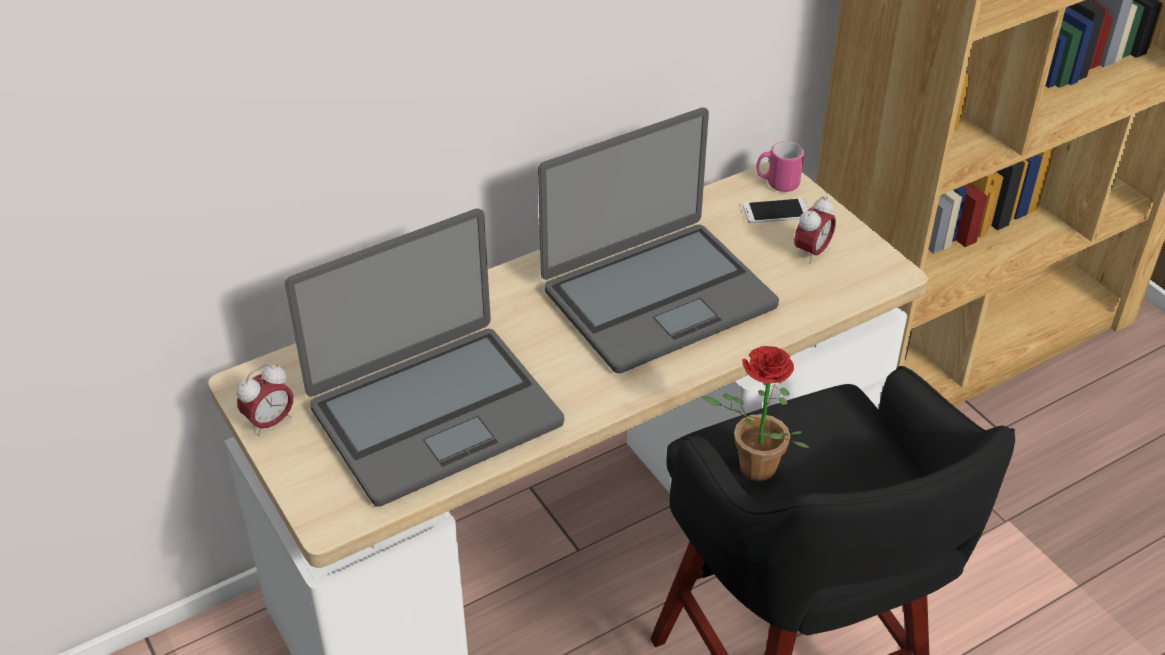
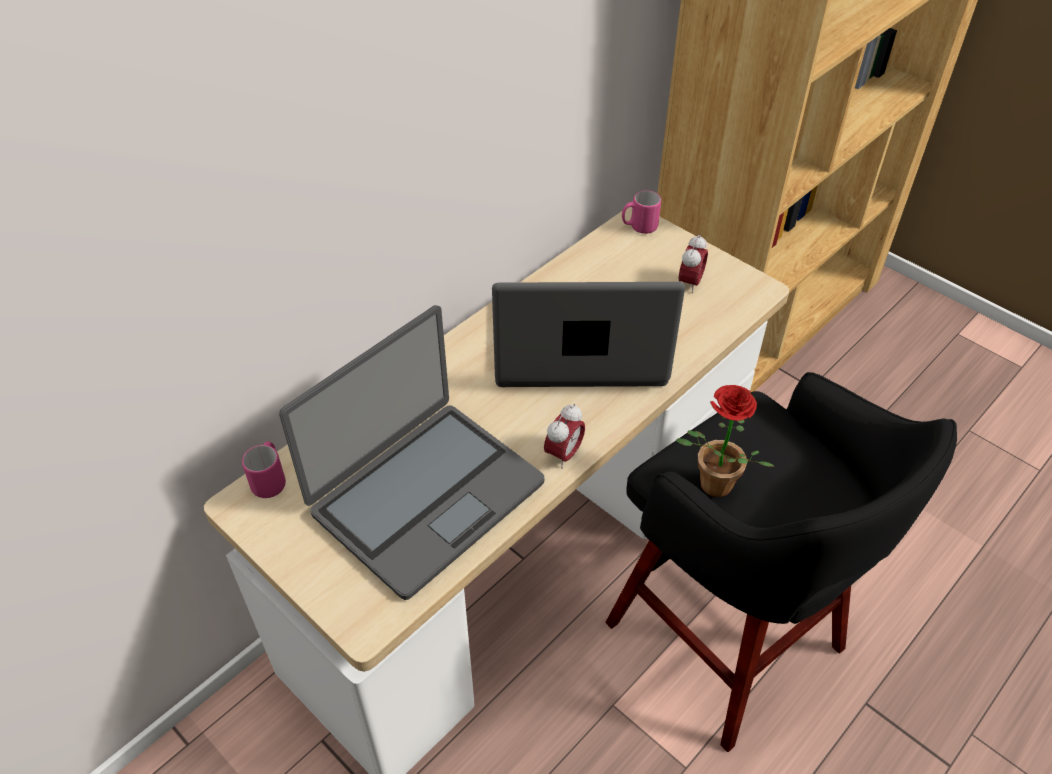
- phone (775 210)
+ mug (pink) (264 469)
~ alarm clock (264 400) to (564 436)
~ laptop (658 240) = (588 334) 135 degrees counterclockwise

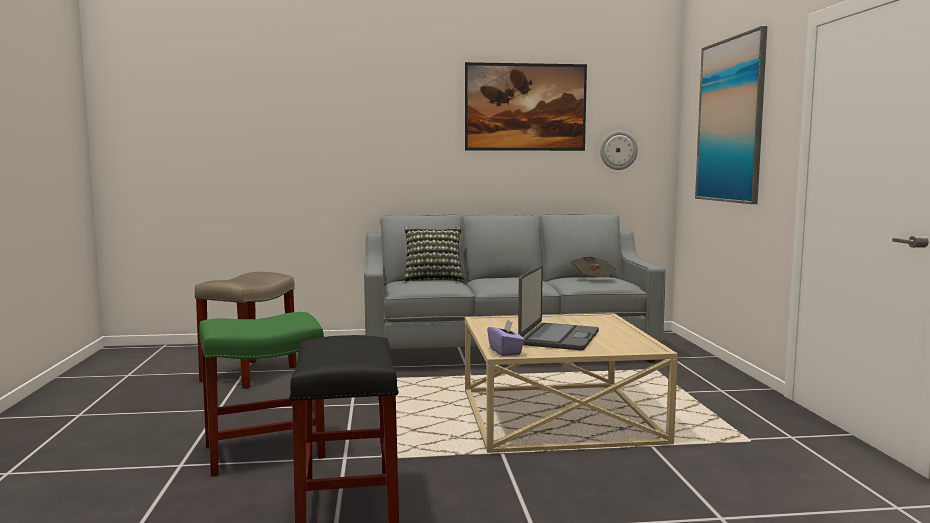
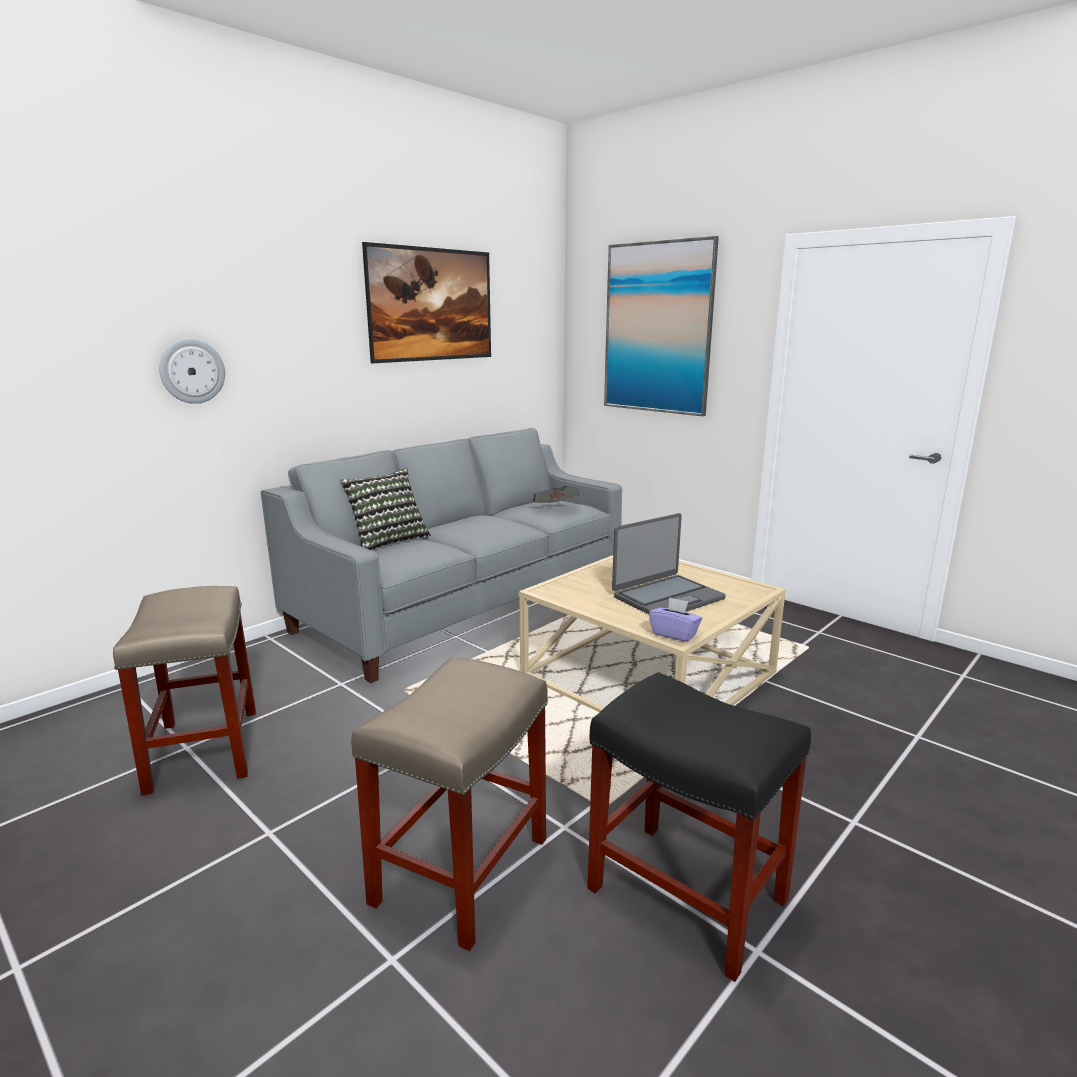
~ wall clock (619 150) to (192 371)
~ stool (green) (262 394) to stool (beige) (449 804)
~ laptop (558 308) = (669 563) 75 degrees clockwise

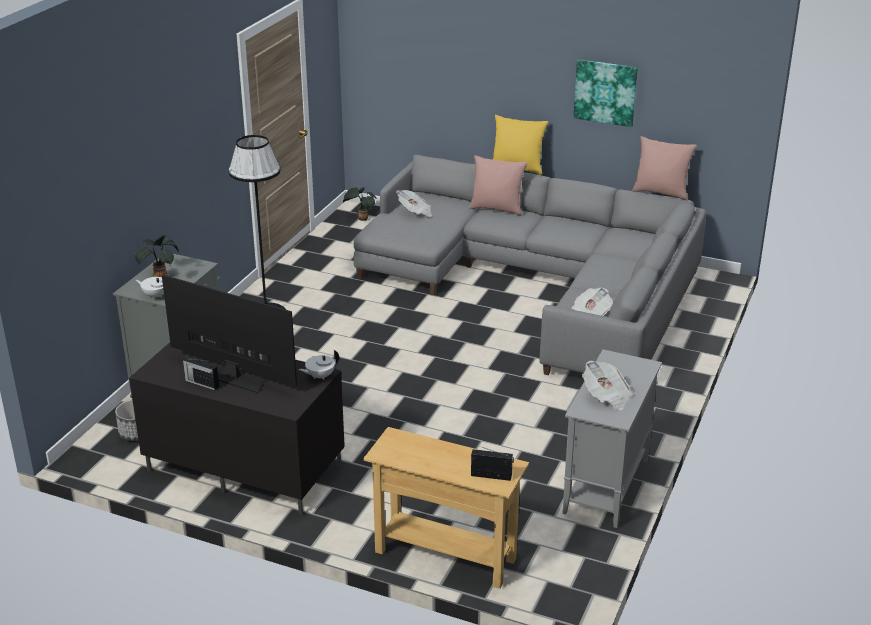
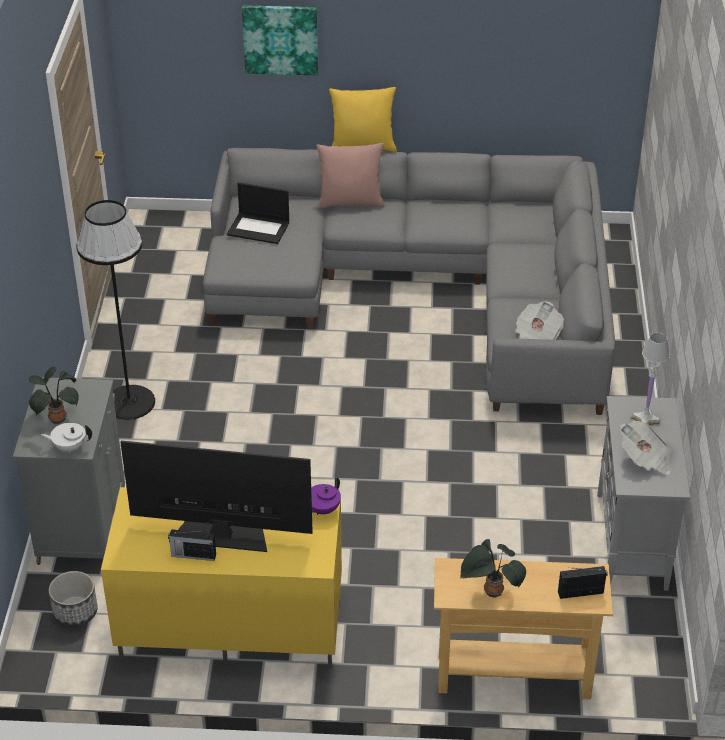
- pillow (pink) (664 168)
+ table lamp (white) (650 378)
~ potted plant (360 204) to (493 568)
~ picture (605 93) to (280 40)
~ newspaper (414 203) to laptop (258 213)
~ tv stand (black) (237 428) to tv stand (yellow) (221 578)
~ teapot (white) (319 365) to teapot (purple) (326 496)

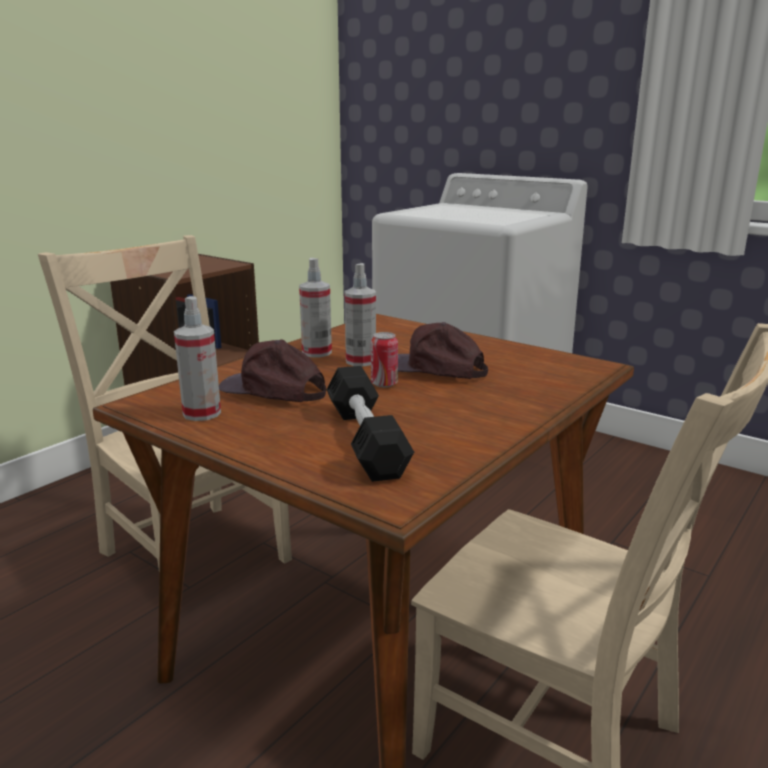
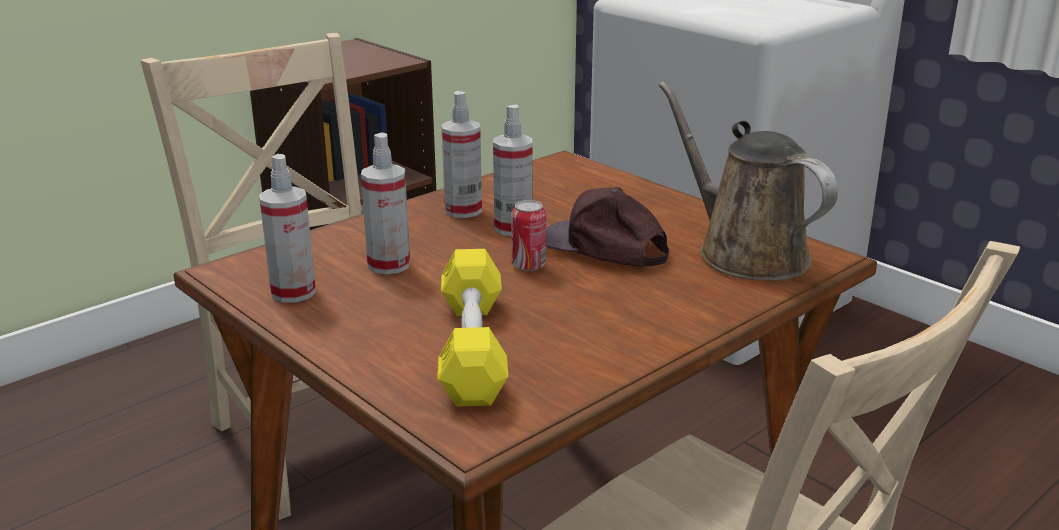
+ watering can (brown) (748 181)
~ cap (brown) (272 370) to spray bottle (385 203)
~ dumbbell (black) (370 424) to dumbbell (yellow) (472 328)

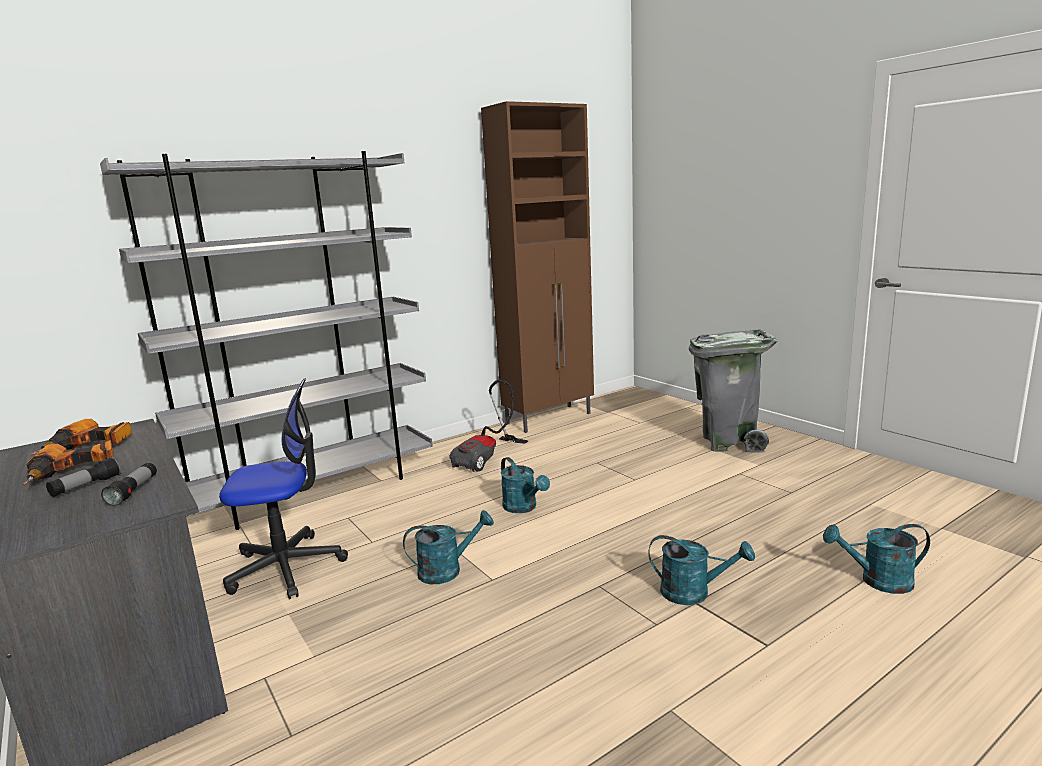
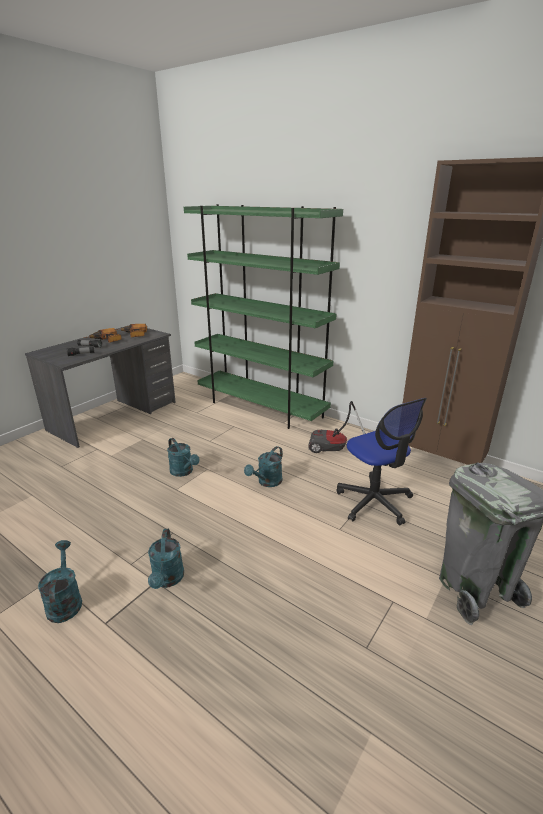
~ office chair (283 488) to (381 461)
~ watering can (turquoise) (876 559) to (60 581)
~ bookcase (grey) (266 340) to bookcase (green) (263 316)

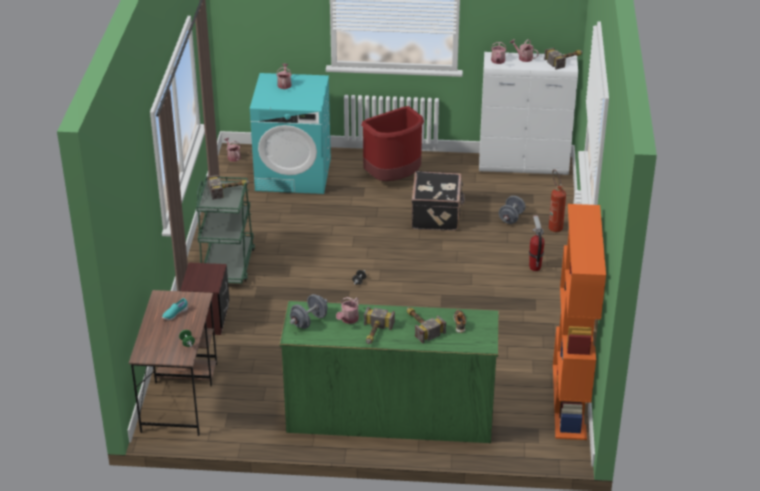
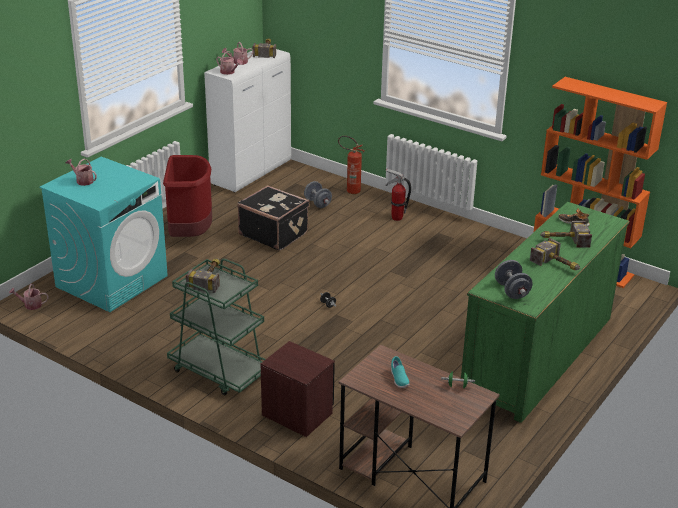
- watering can (347 310)

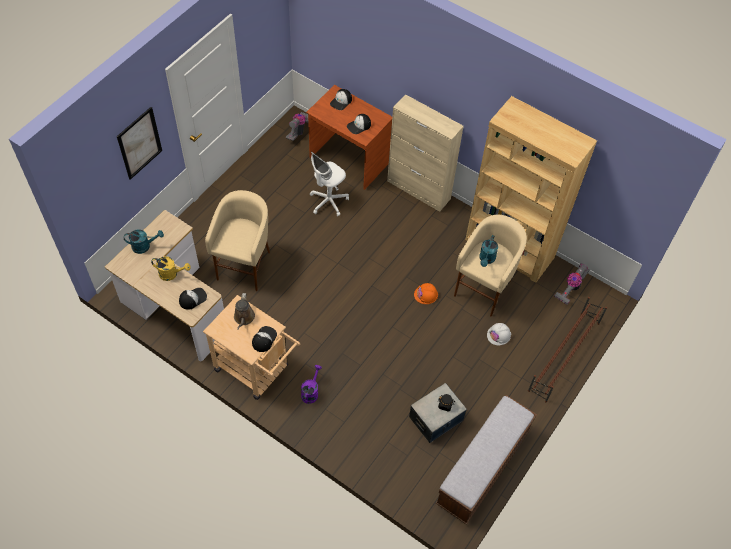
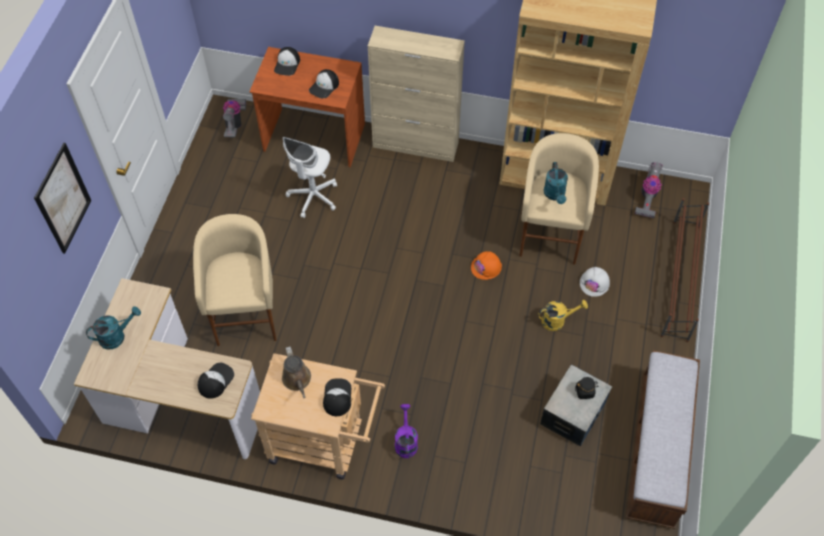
~ watering can (yellow) (171 268) to (563 315)

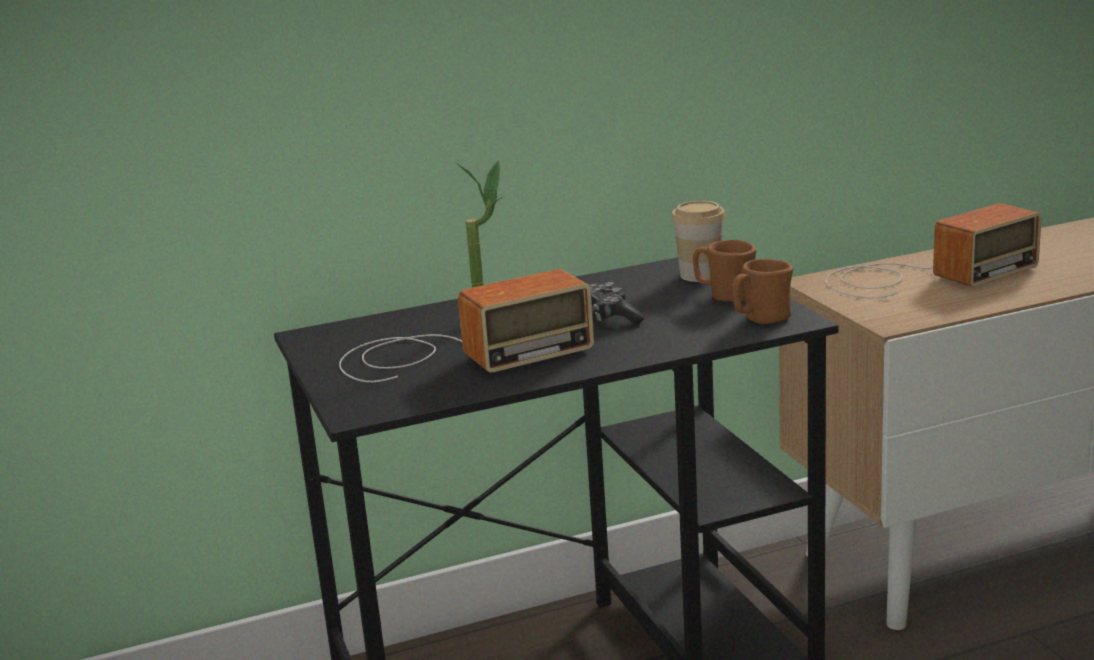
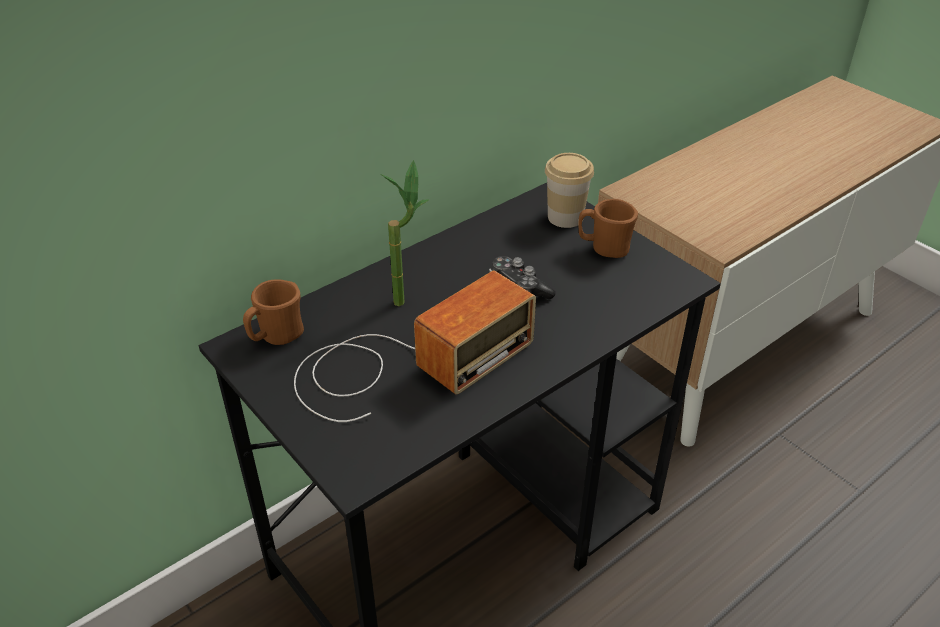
- radio (934 251)
~ mug (brown) (762 291) to (273 312)

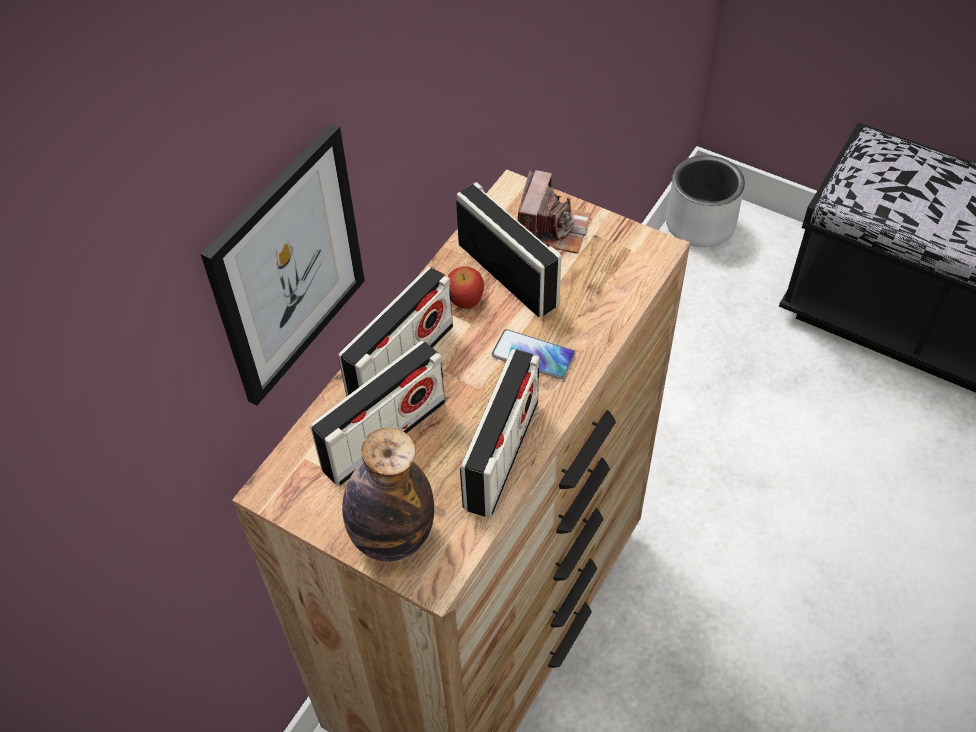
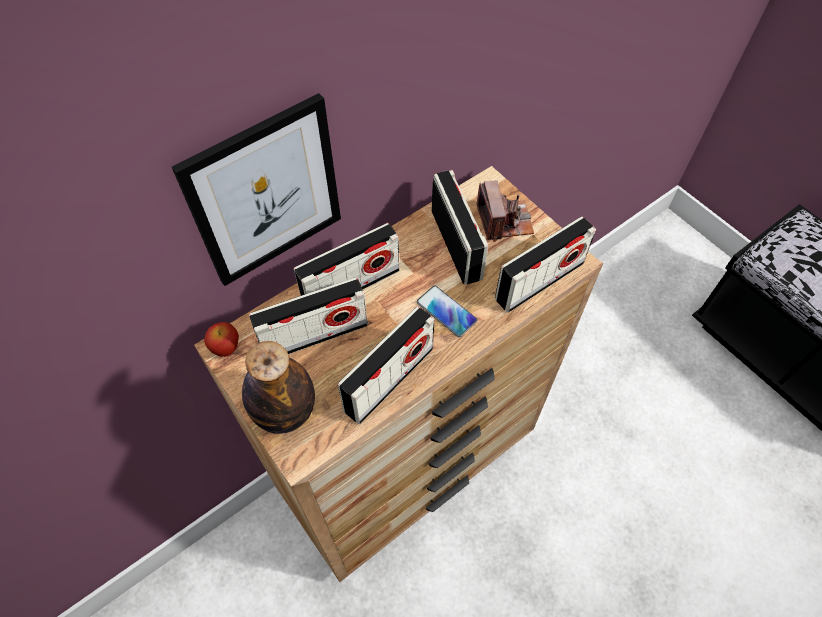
- planter (grey) (705 201)
+ radio (545 264)
~ apple (465 287) to (221 339)
~ photo camera (554 212) = (505 211) 45 degrees counterclockwise

